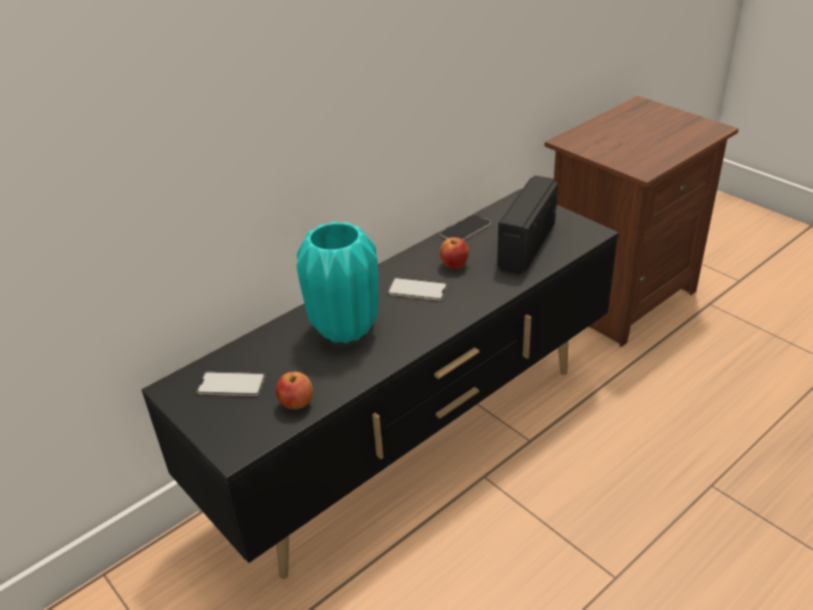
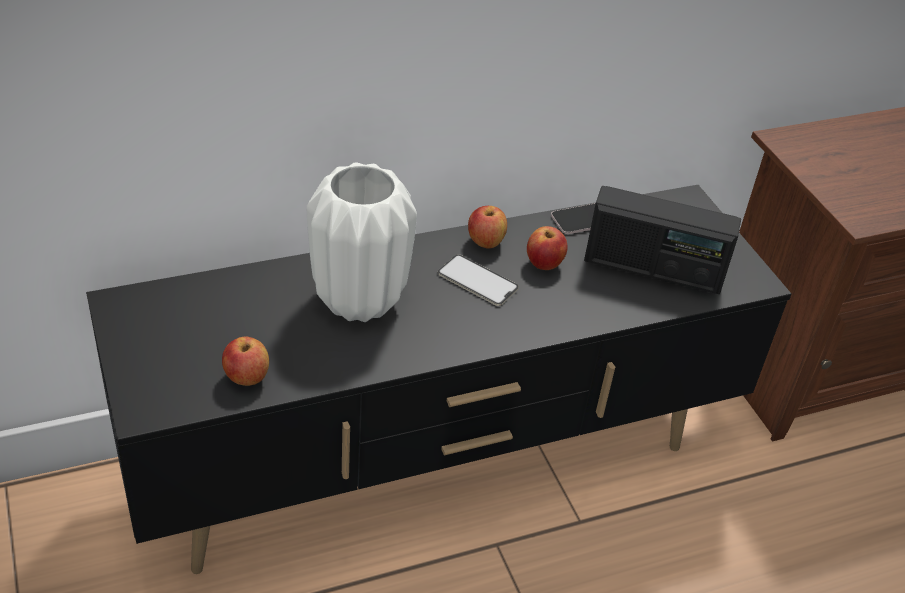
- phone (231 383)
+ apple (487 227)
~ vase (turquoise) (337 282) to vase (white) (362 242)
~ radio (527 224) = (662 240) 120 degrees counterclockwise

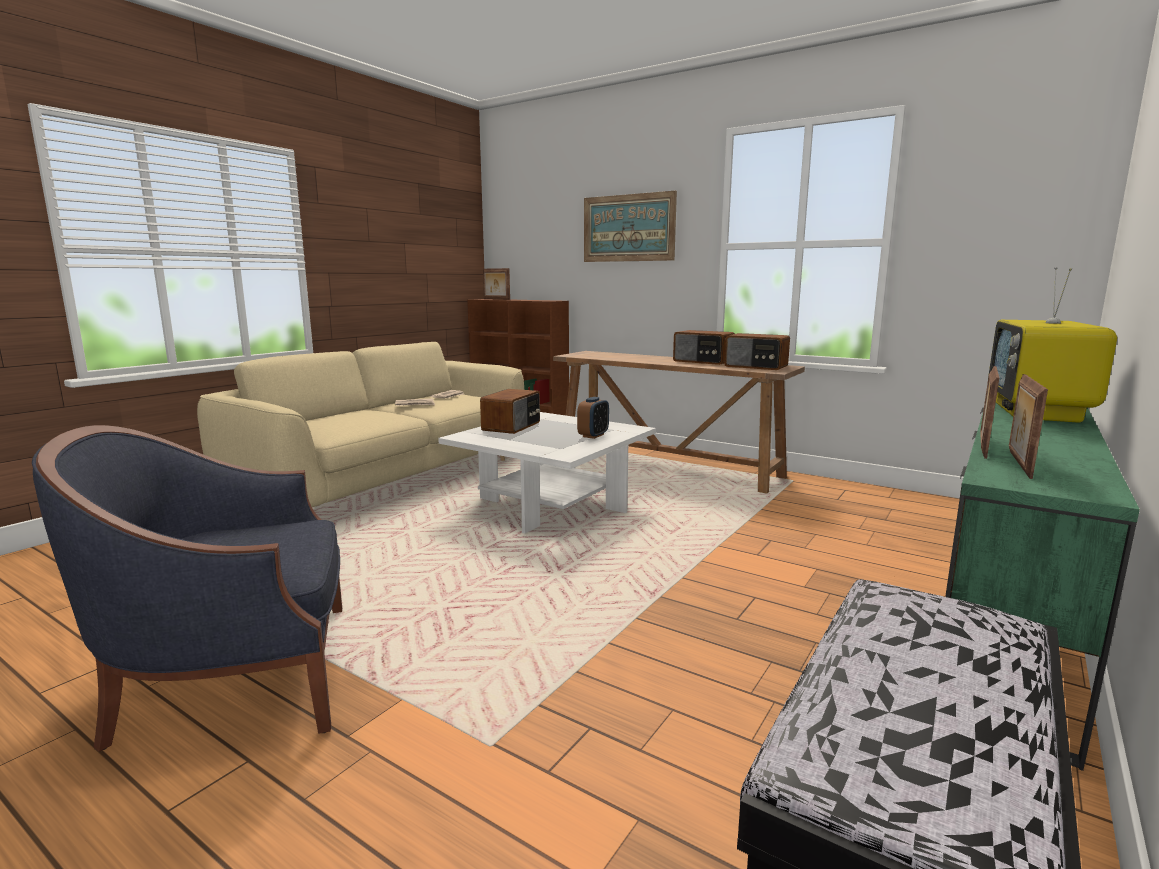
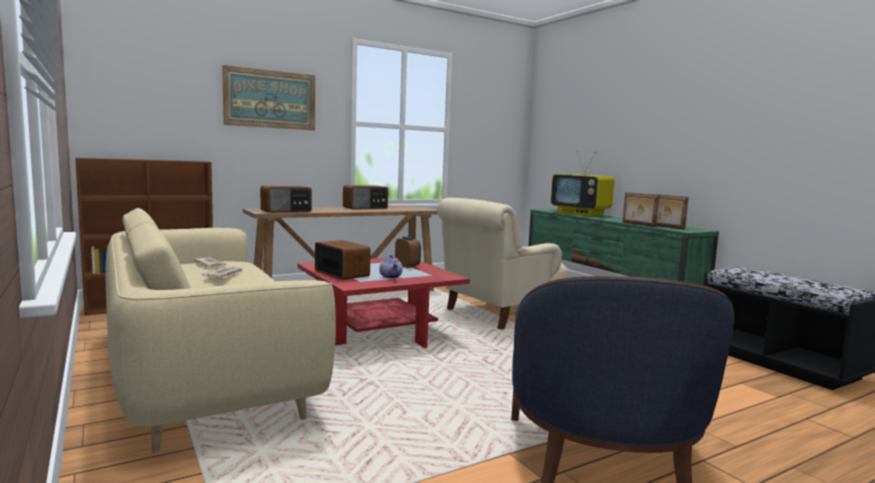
- picture frame (496 284)
+ teapot (391 267)
+ armchair (beige) (503 263)
~ radio (757 351) to (286 199)
~ coffee table (white) (547 472) to coffee table (red) (384 302)

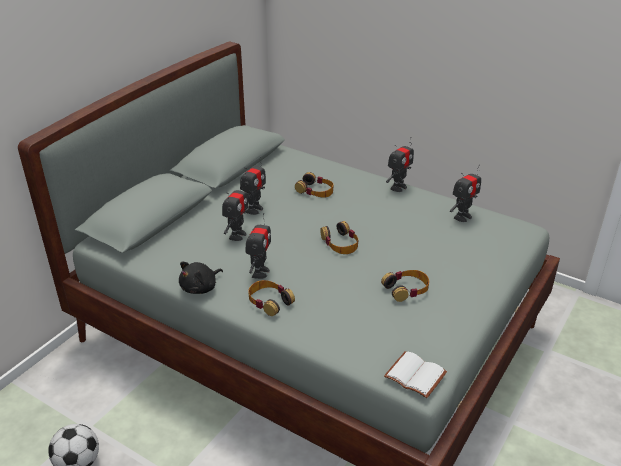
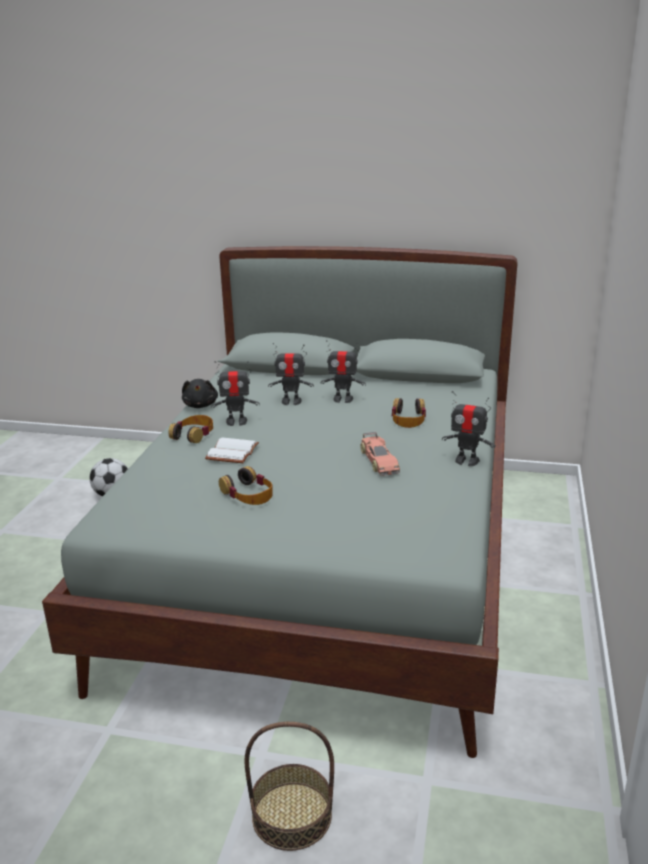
- headphones (339 237)
- toy robot (465 193)
+ basket (289 786)
+ toy car (380 454)
~ book (white) (415 374) to (232 450)
~ plush toy (black) (201 278) = (200 393) 120 degrees counterclockwise

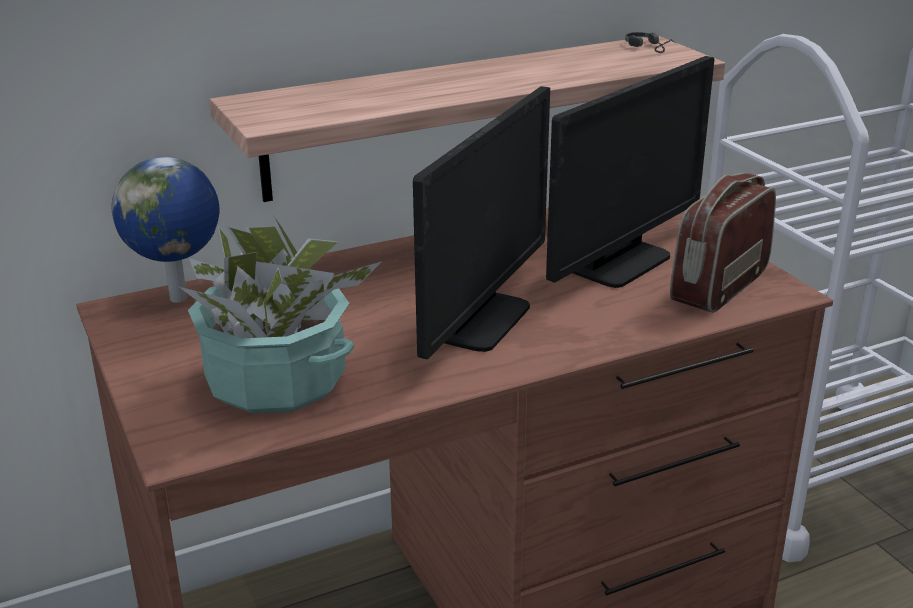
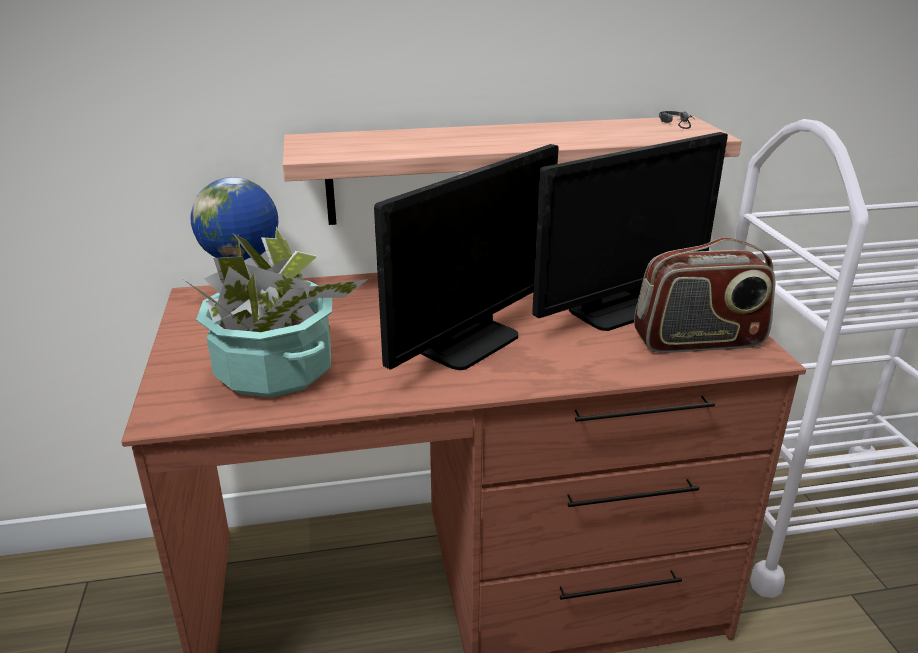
~ radio (723 243) = (704 295) 150 degrees counterclockwise

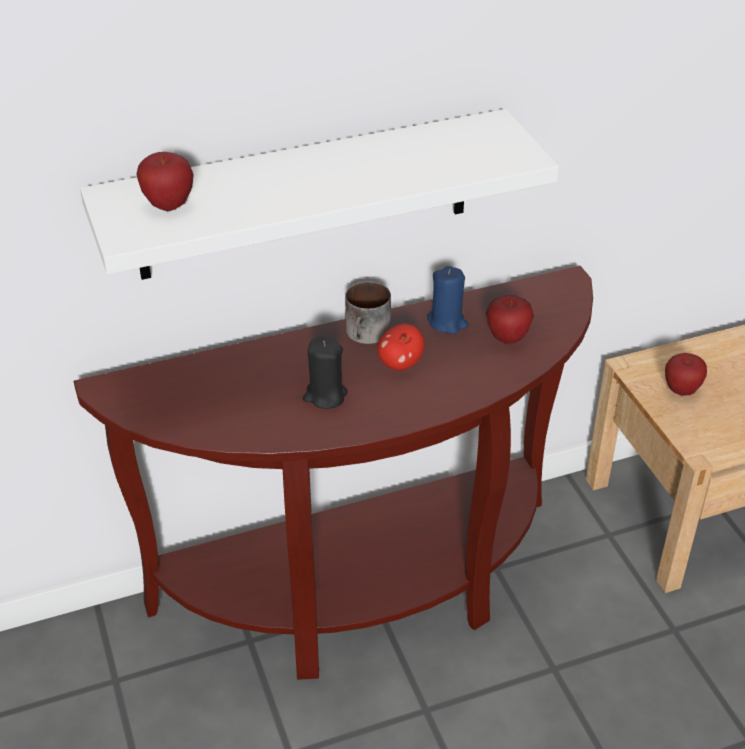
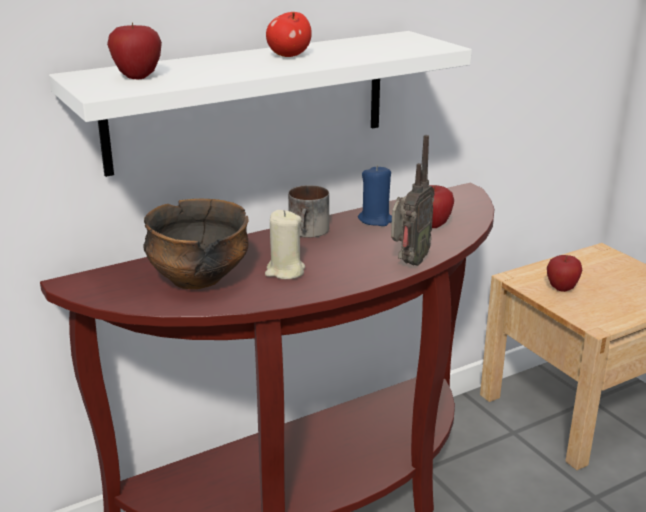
+ bowl (196 244)
+ radio (412 200)
~ apple (401 347) to (289 34)
~ candle (black) (325 372) to candle (beige) (285 244)

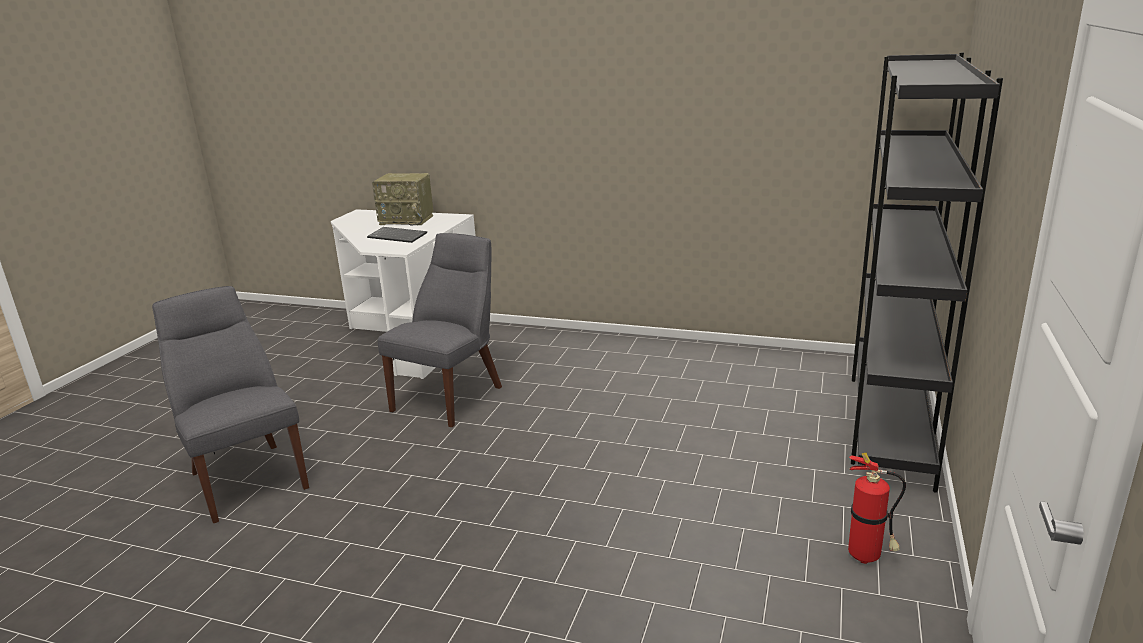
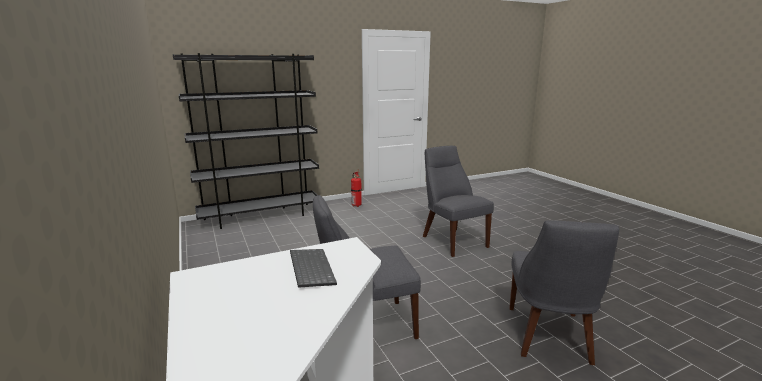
- radio (403 199)
+ chair (grey) (458 201)

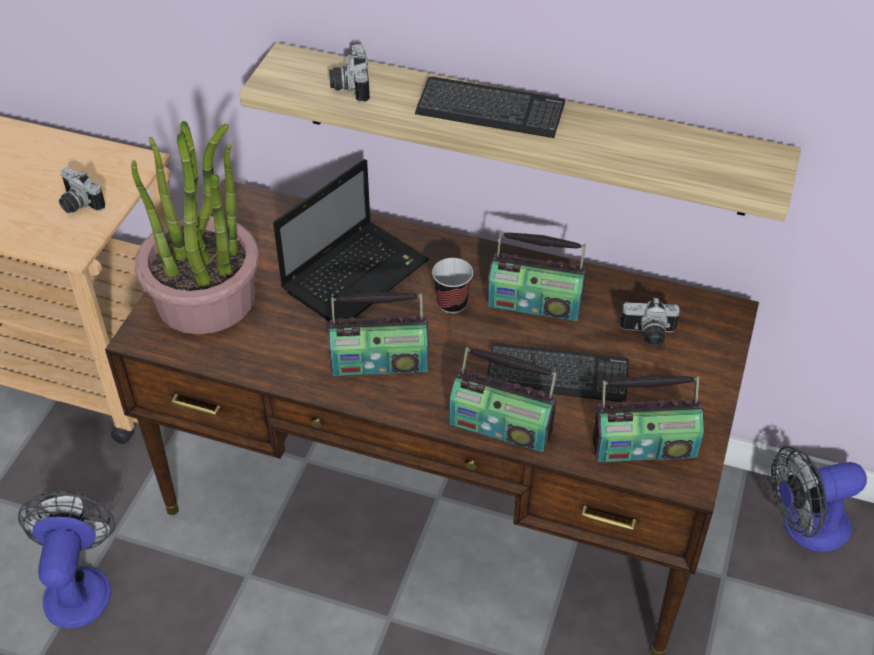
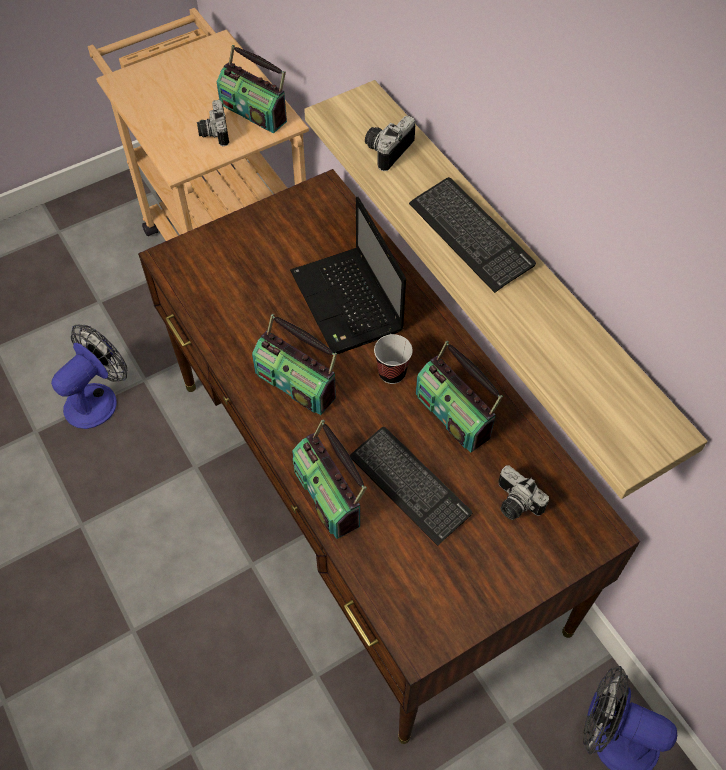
- potted plant (195 227)
~ radio (648 418) to (252 89)
~ laptop (351 240) = (348 275) 75 degrees clockwise

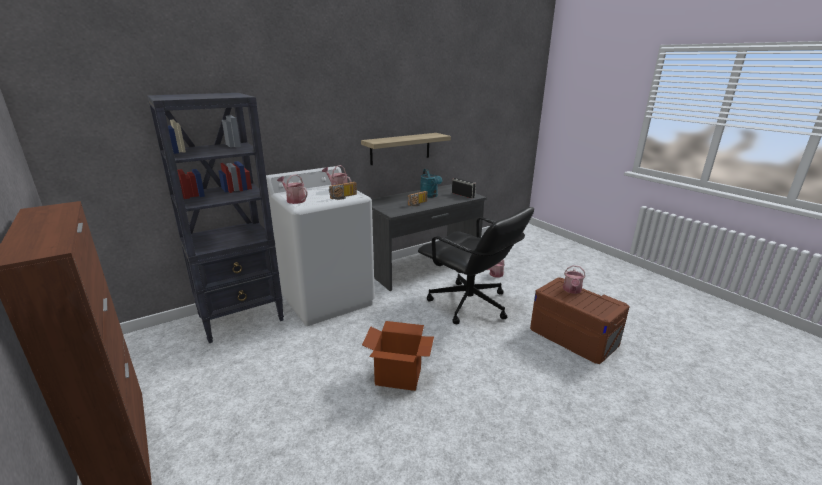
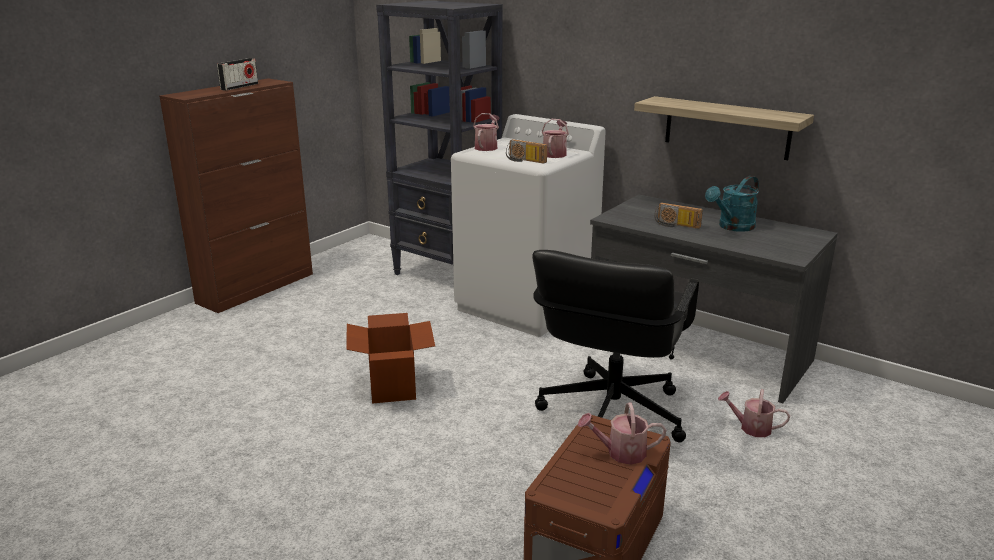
~ radio (464 188) to (237 74)

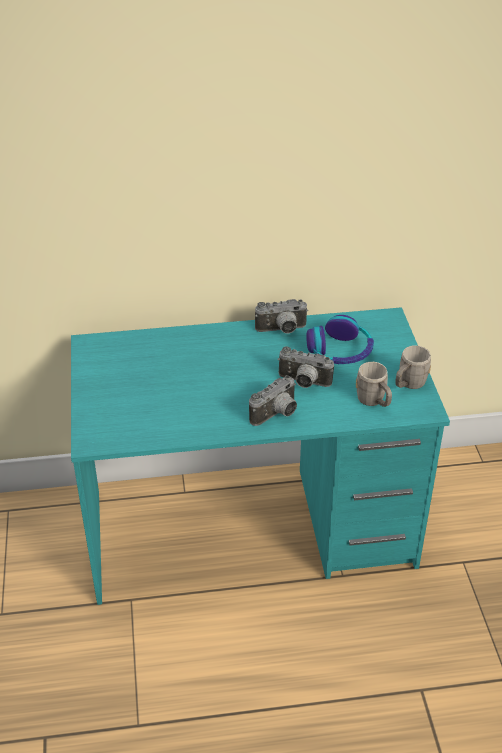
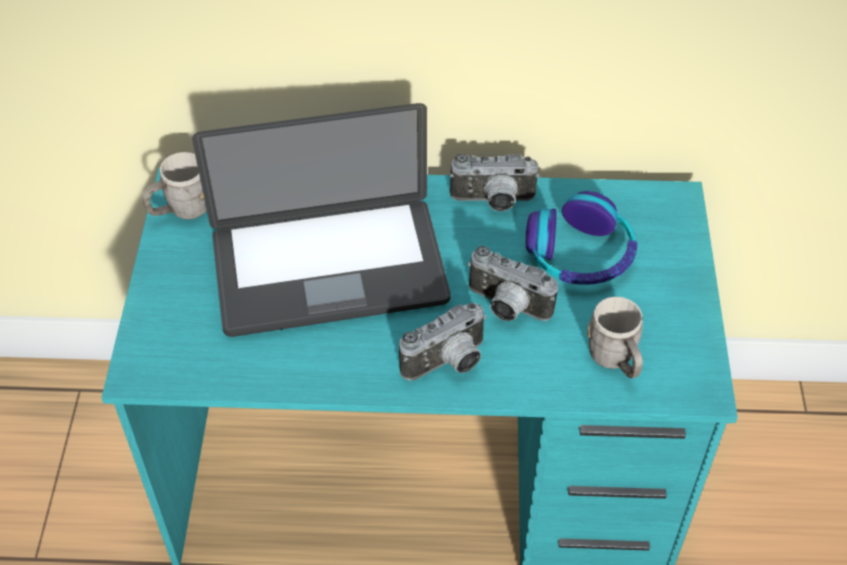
+ laptop (321 220)
~ mug (grey) (413 367) to (174 186)

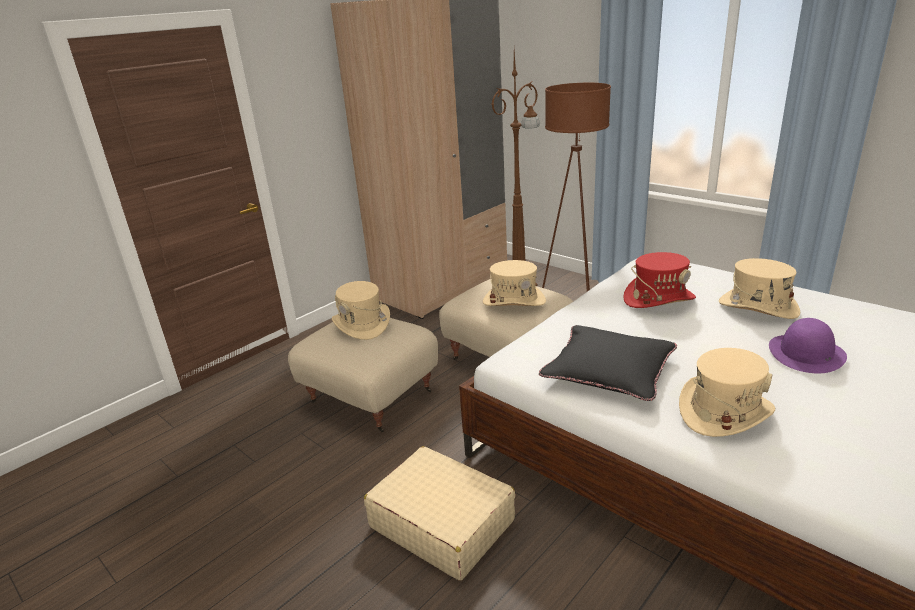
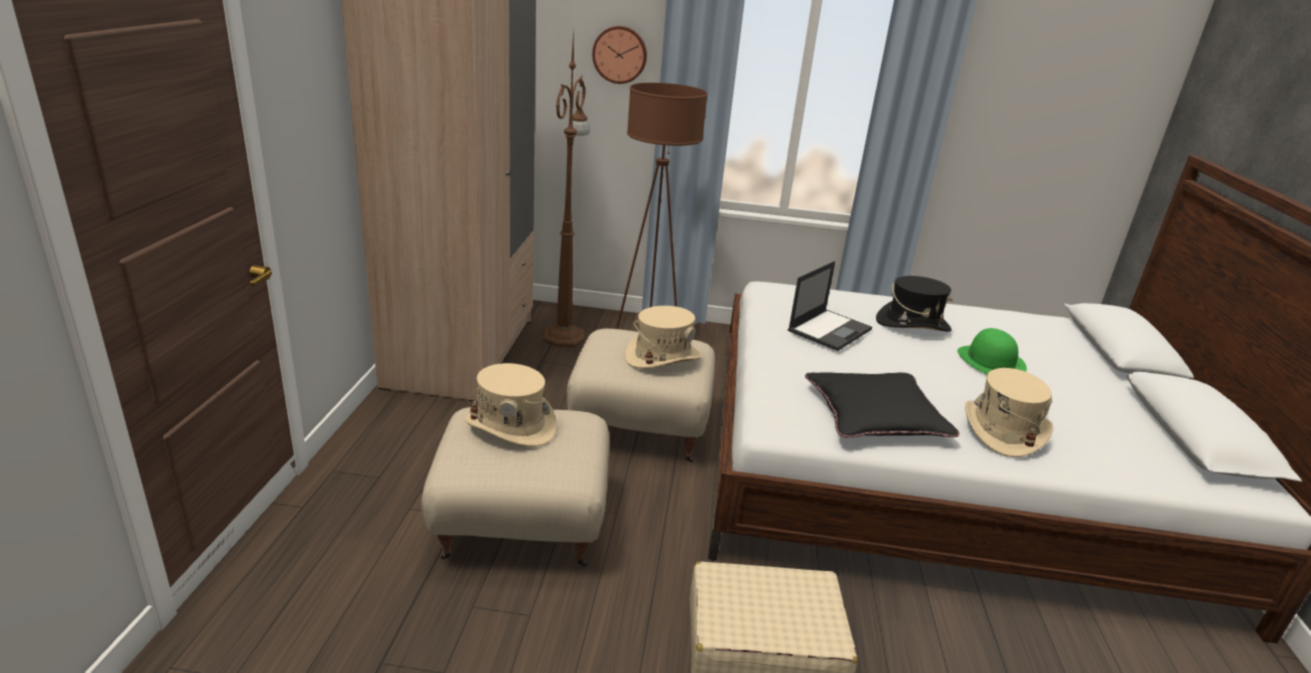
+ wall clock (619 55)
~ hat (red) (659 280) to laptop (830 306)
~ hat (beige) (759 288) to hat (black) (914 304)
~ hat (purple) (808 345) to hat (green) (992 351)

